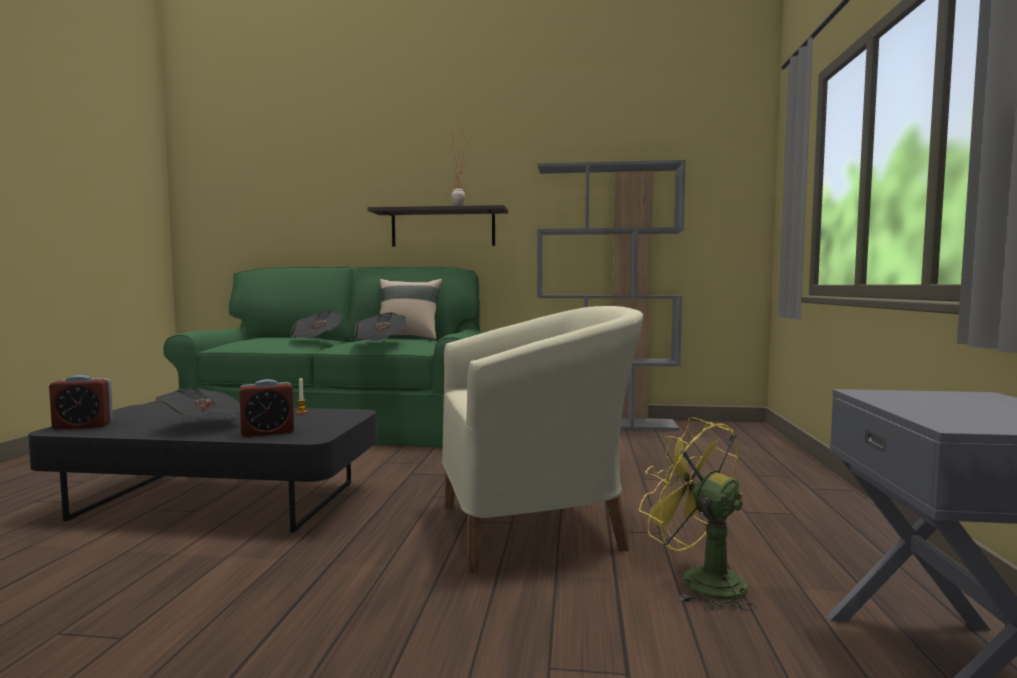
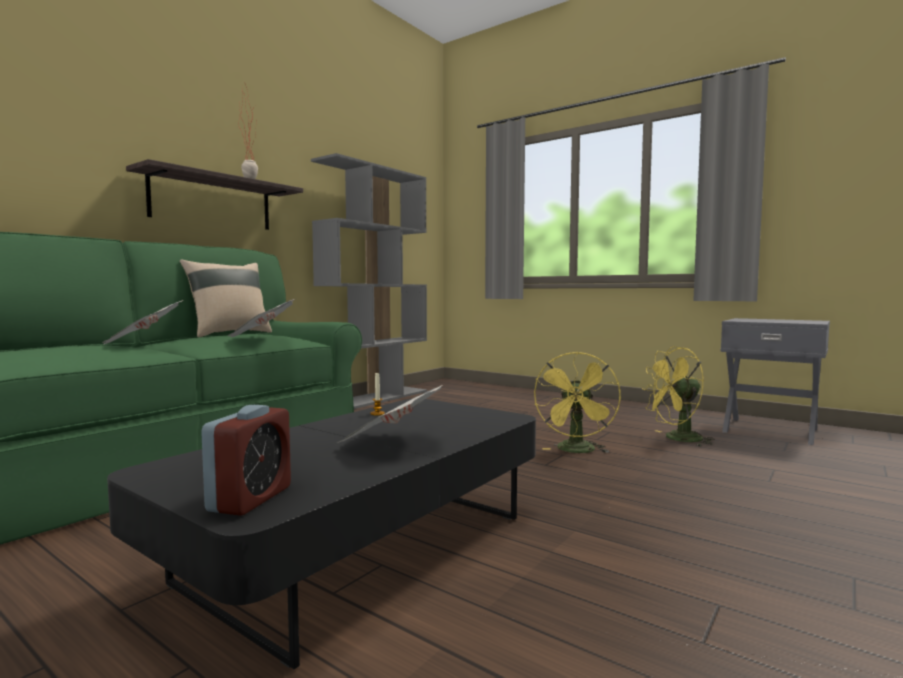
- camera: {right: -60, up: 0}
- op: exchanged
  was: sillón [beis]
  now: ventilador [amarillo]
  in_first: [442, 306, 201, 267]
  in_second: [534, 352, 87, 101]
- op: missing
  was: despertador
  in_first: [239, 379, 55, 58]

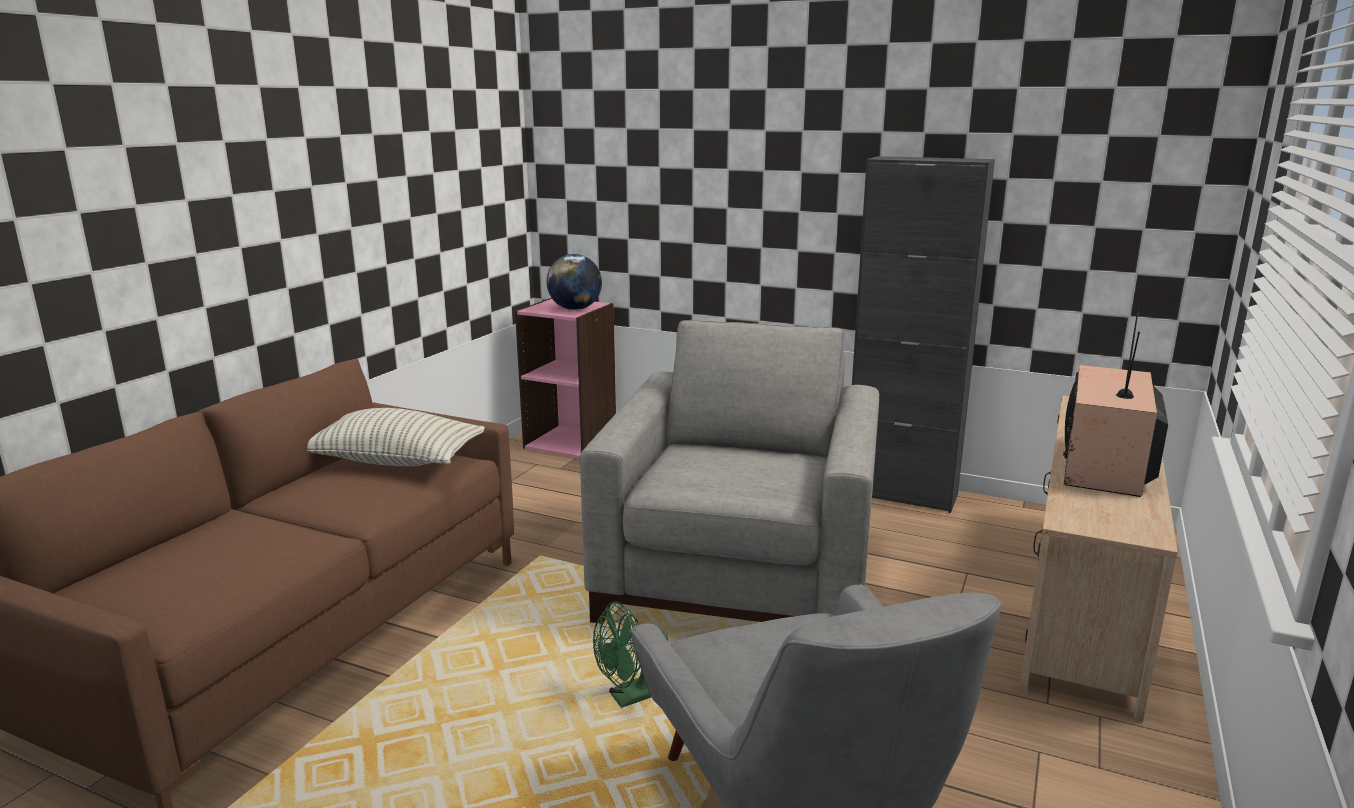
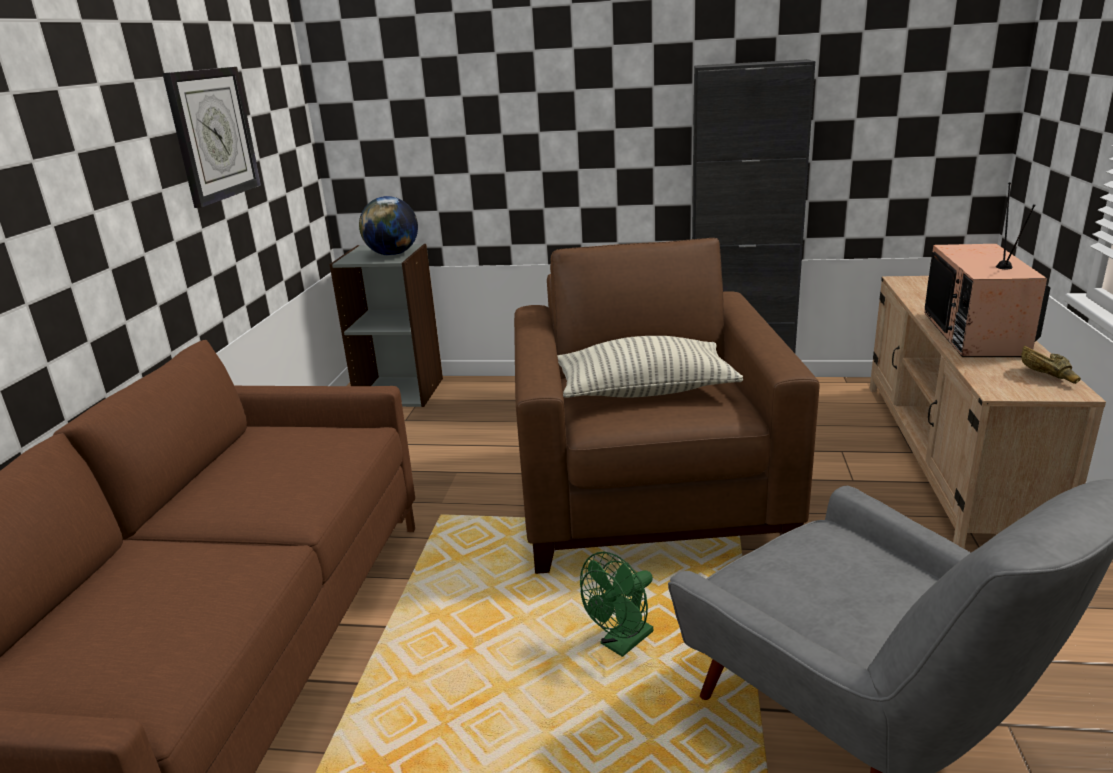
- camera: {right: -15, up: 5}
- op: colour
  was: estantería [rosa]
  now: estantería [gris]
  in_first: [515, 298, 101, 161]
  in_second: [330, 244, 113, 163]
- op: colour
  was: sillón [gris]
  now: sillón [marrón]
  in_first: [580, 320, 299, 304]
  in_second: [514, 238, 306, 336]
- op: relocated
  was: cojín
  in_first: [307, 408, 178, 58]
  in_second: [557, 336, 186, 62]
- op: appeared
  now: reloj de pared
  in_second: [162, 67, 99, 141]
- op: appeared
  now: cuenco [marrón]
  in_second: [1021, 346, 60, 38]

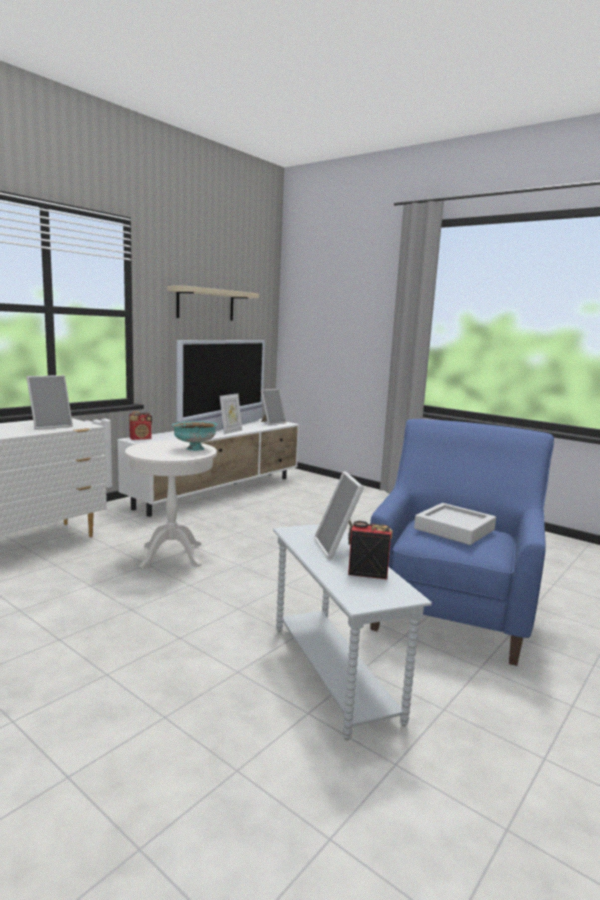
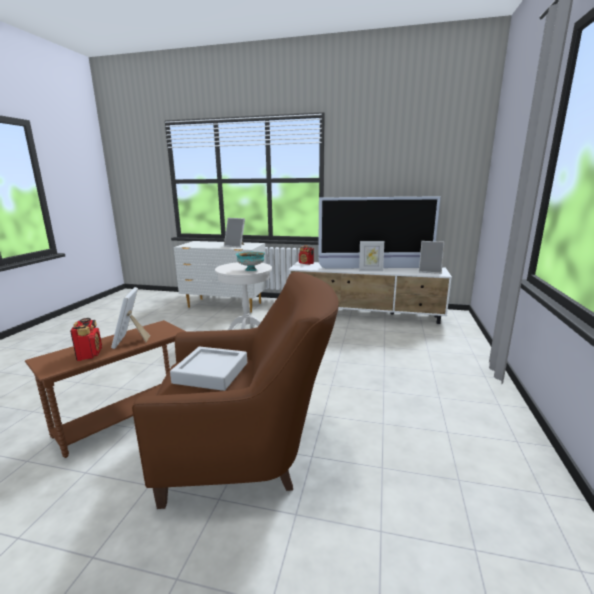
- camera: {right: 65, up: 5}
- op: missing
  was: estante [beis]
  in_first: [168, 286, 91, 35]
- op: colour
  was: sillón [azul]
  now: sillón [marrón]
  in_first: [370, 419, 184, 247]
  in_second: [132, 272, 207, 237]
- op: spun
  was: portarretratos
  in_first: [314, 472, 50, 88]
  in_second: [111, 287, 39, 62]
  clockwise: -60
- op: colour
  was: mesa auxiliar [blanco]
  now: mesa auxiliar [marrón]
  in_first: [273, 524, 159, 217]
  in_second: [25, 320, 162, 138]

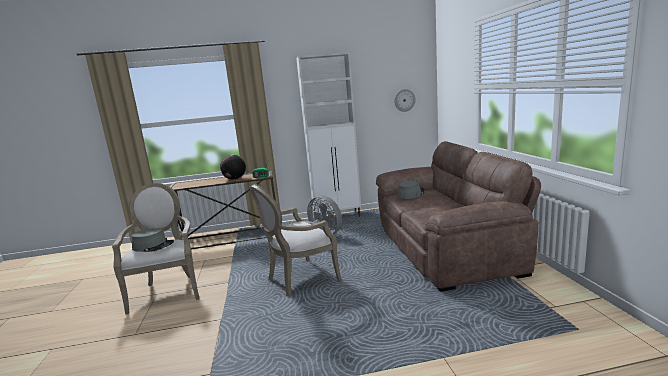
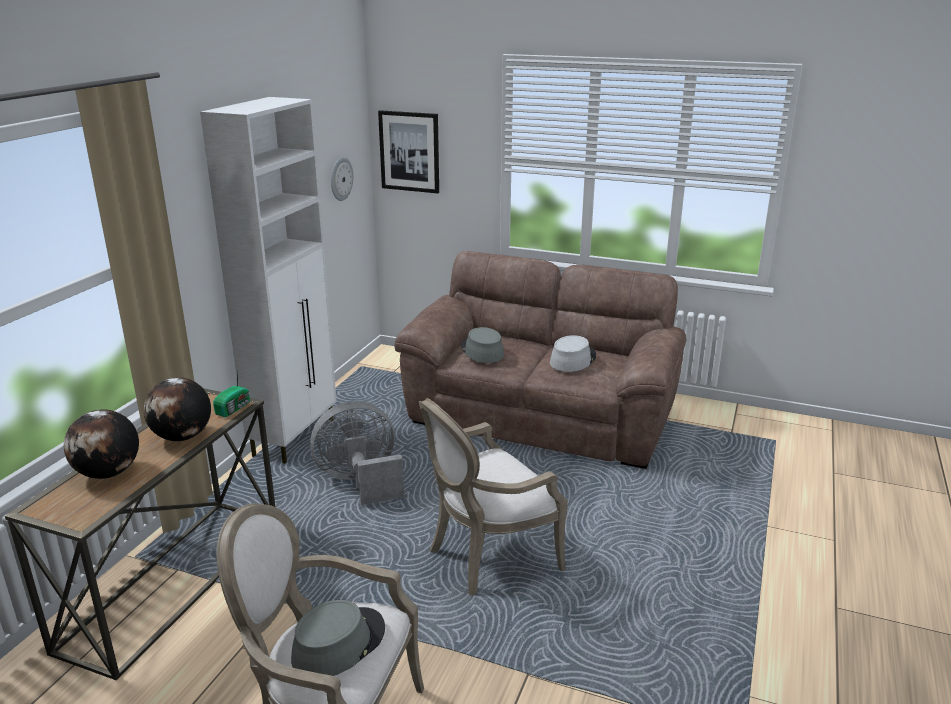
- camera: {right: -60, up: 10}
- op: spun
  was: sillón
  in_first: [249, 184, 93, 113]
  in_second: [419, 398, 149, 198]
  clockwise: 60
- op: appeared
  now: cuadro
  in_second: [378, 110, 61, 83]
- op: appeared
  now: sombrero [gris]
  in_second: [550, 335, 47, 37]
- op: appeared
  now: globo terráqueo
  in_second: [64, 409, 75, 70]

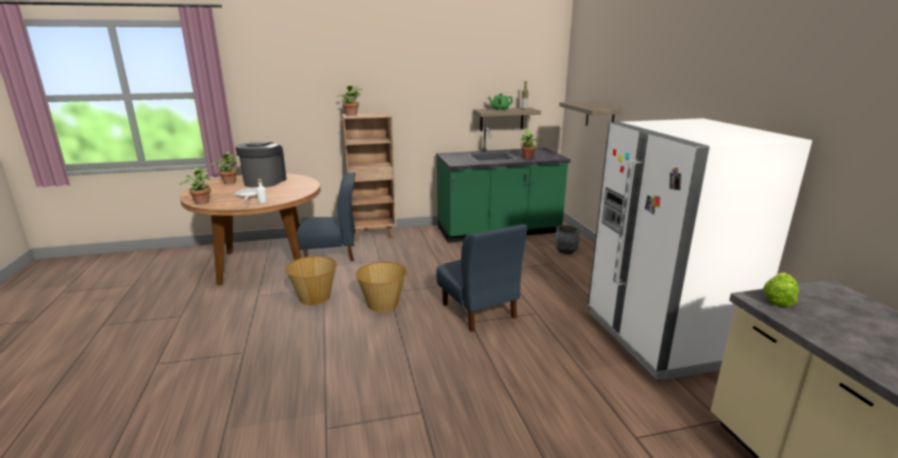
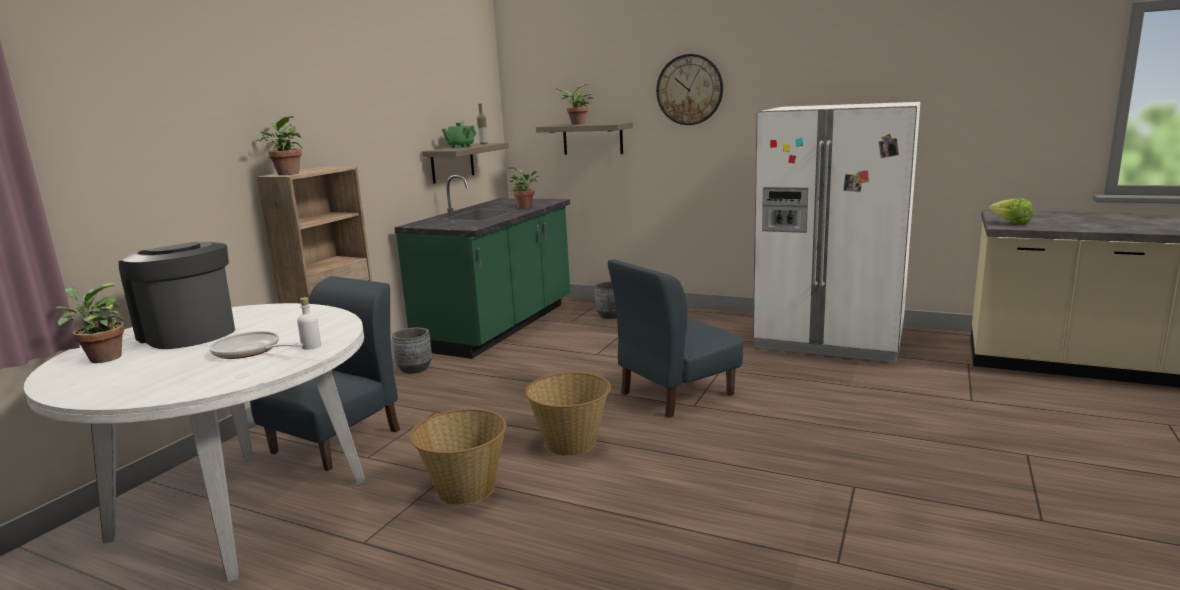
- camera: {right: -50, up: -5}
- op: relocated
  was: planta en maceta
  in_first: [179, 167, 32, 38]
  in_second: [556, 84, 37, 41]
- op: colour
  was: mesa de comedor [marrón]
  now: mesa de comedor [blanco]
  in_first: [180, 173, 140, 113]
  in_second: [24, 303, 342, 279]
- op: spun
  was: silla [azul]
  in_first: [436, 224, 91, 108]
  in_second: [608, 259, 135, 159]
  clockwise: 135
- op: appeared
  now: reloj de pared
  in_second: [656, 54, 67, 71]
- op: appeared
  now: maceta [gris]
  in_second: [392, 327, 40, 47]

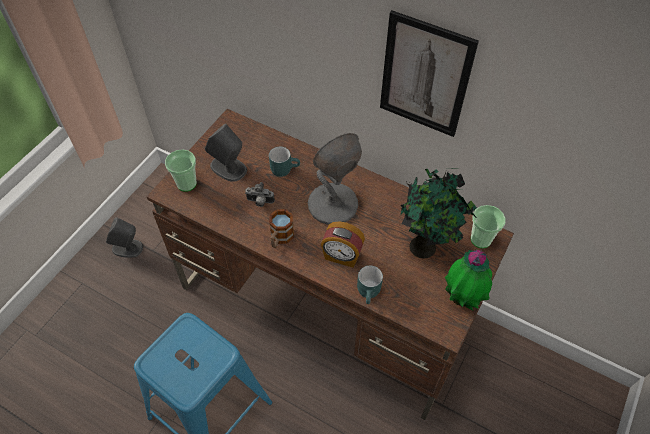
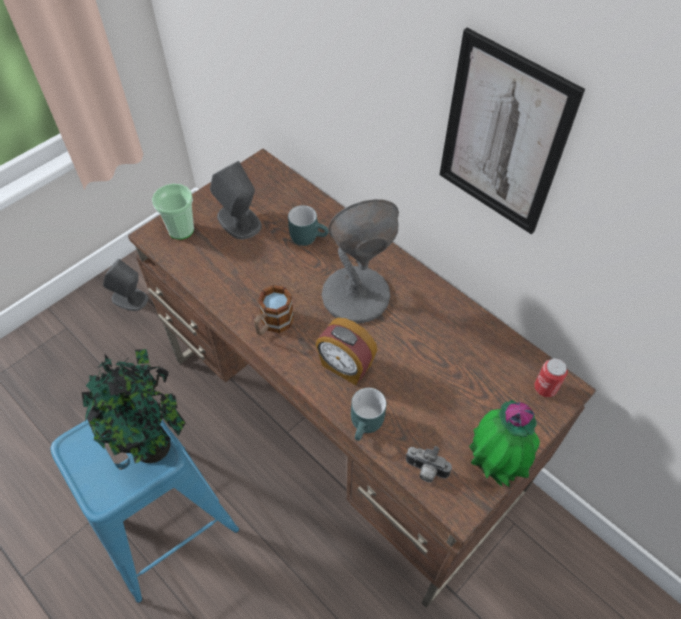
- camera: {right: 15, up: 0}
- op: relocated
  was: planta en maceta
  in_first: [401, 168, 76, 90]
  in_second: [81, 349, 105, 114]
- op: relocated
  was: cámara
  in_first: [245, 182, 30, 25]
  in_second: [406, 446, 46, 37]
- op: exchanged
  was: taza
  now: lata
  in_first: [471, 205, 35, 43]
  in_second: [534, 358, 34, 39]

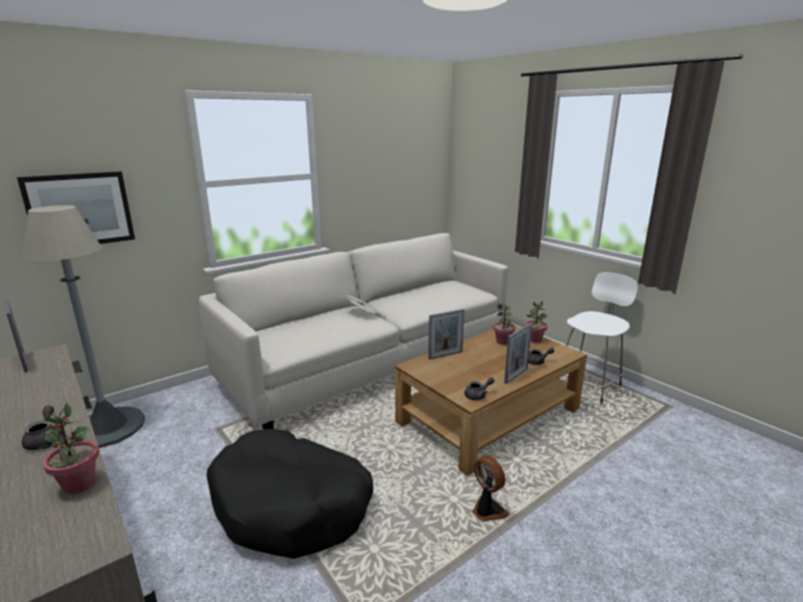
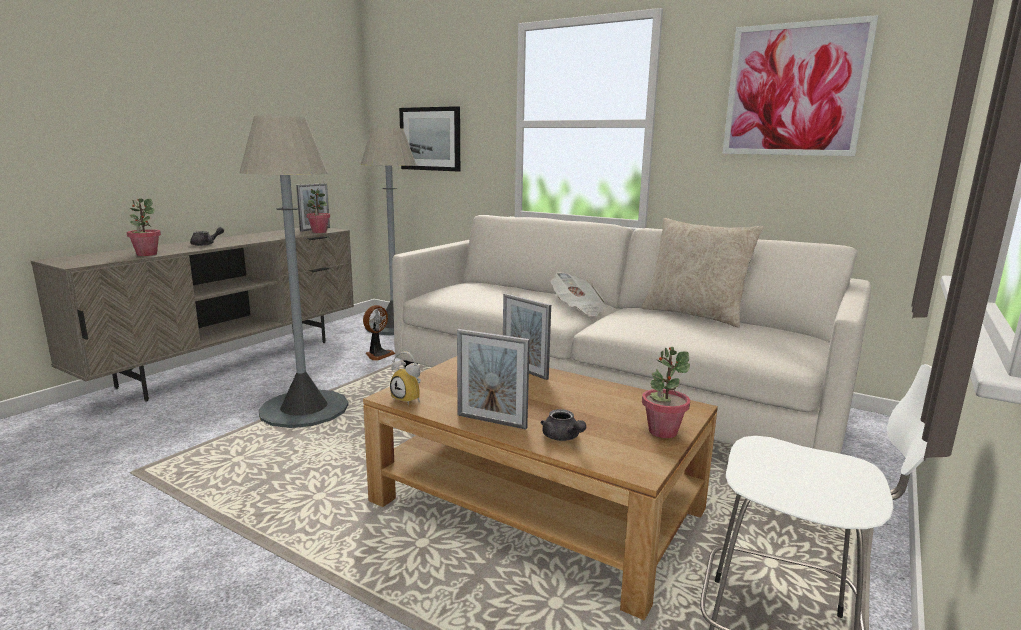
- camera: {right: 70, up: -5}
- op: relocated
  was: planta en maceta
  in_first: [493, 303, 22, 42]
  in_second: [306, 189, 24, 44]
- op: exchanged
  was: tetera [gris]
  now: despertador
  in_first: [464, 377, 31, 23]
  in_second: [390, 352, 31, 53]
- op: exchanged
  was: cama para perro [negro]
  now: lámpara de pie [gris]
  in_first: [207, 429, 166, 130]
  in_second: [239, 116, 110, 312]
- op: relocated
  was: ventilador
  in_first: [472, 456, 37, 66]
  in_second: [363, 305, 32, 56]
- op: appeared
  now: cuadro
  in_second: [723, 15, 155, 141]
- op: appeared
  now: cojín [beis]
  in_second: [641, 218, 122, 110]

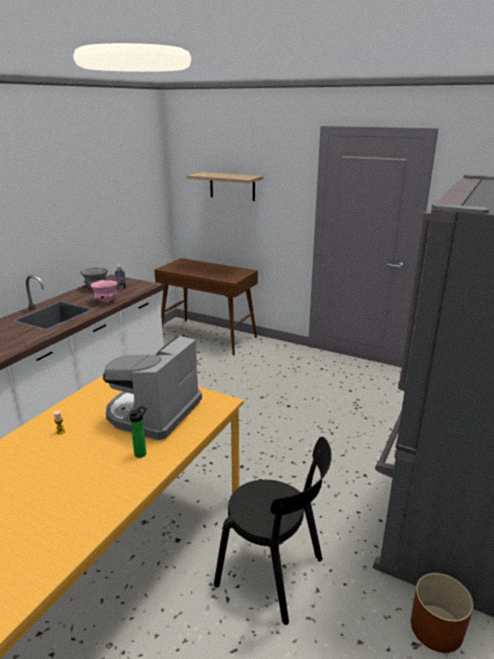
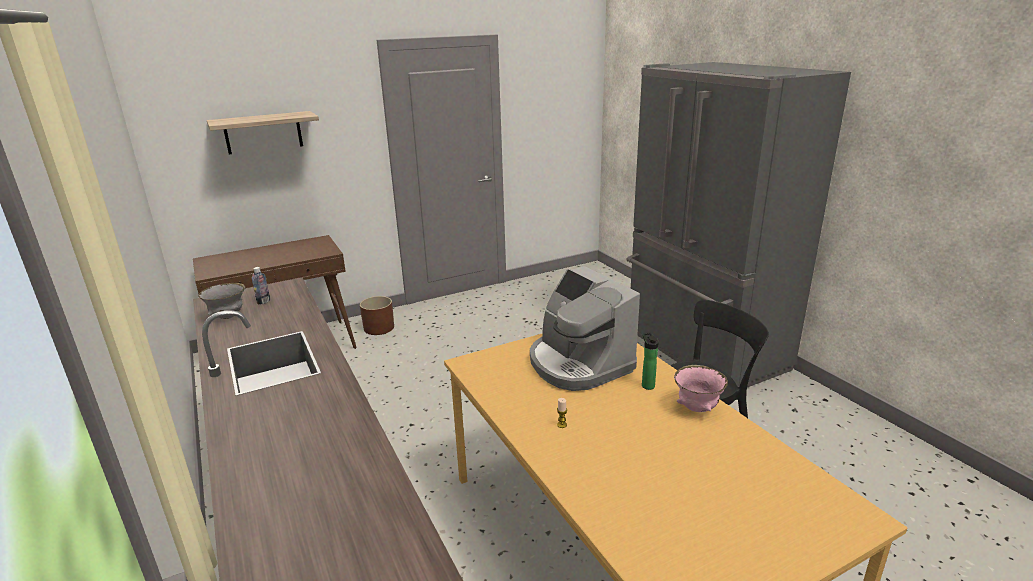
- camera: {right: -55, up: 0}
- op: relocated
  was: cuenco [rosa]
  in_first: [90, 280, 29, 23]
  in_second: [674, 365, 54, 47]
- op: relocated
  was: maceta [marrón]
  in_first: [411, 573, 62, 80]
  in_second: [360, 296, 34, 39]

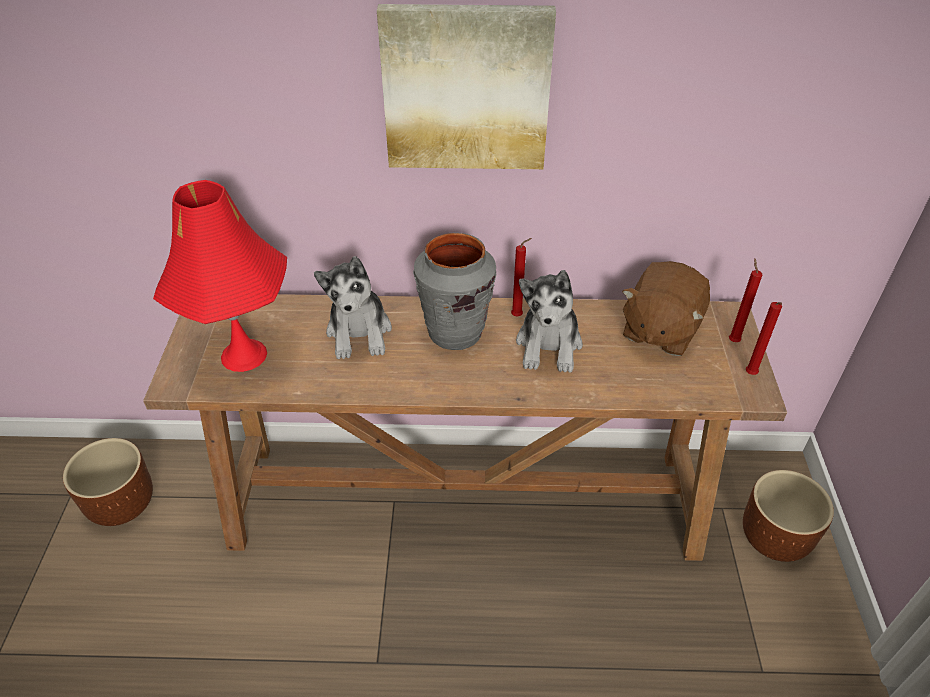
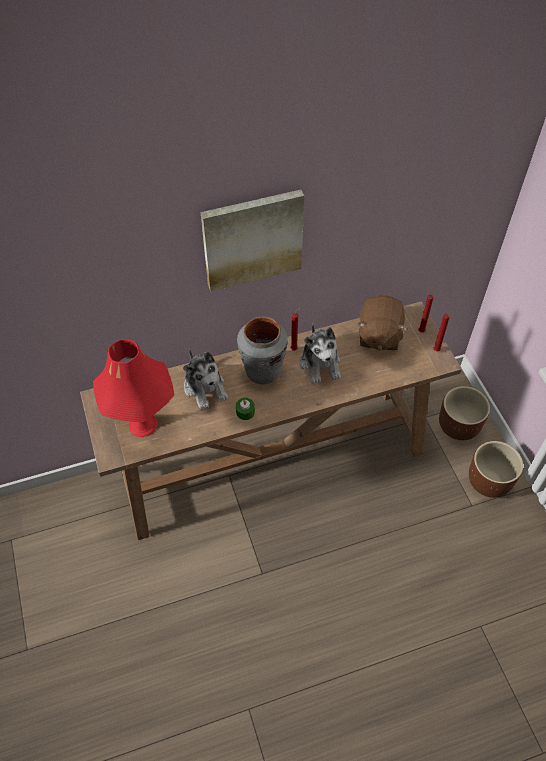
- camera: {right: -20, up: 10}
- op: relocated
  was: maceta [marrón]
  in_first: [63, 438, 90, 88]
  in_second: [469, 441, 54, 57]
- op: appeared
  now: vela [verde]
  in_second: [236, 398, 19, 22]

